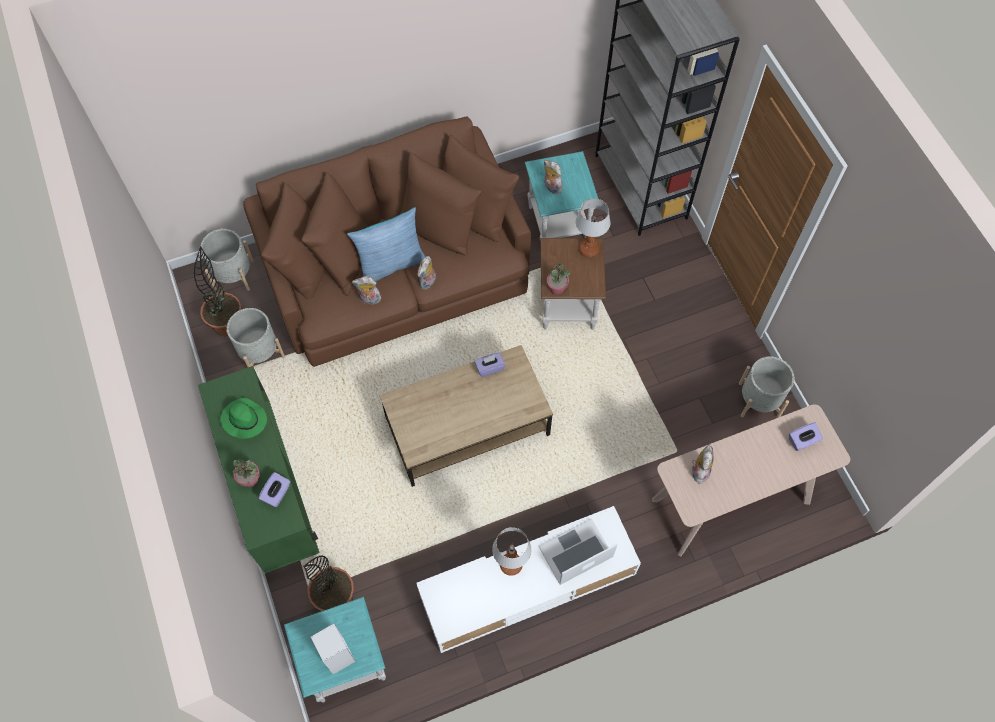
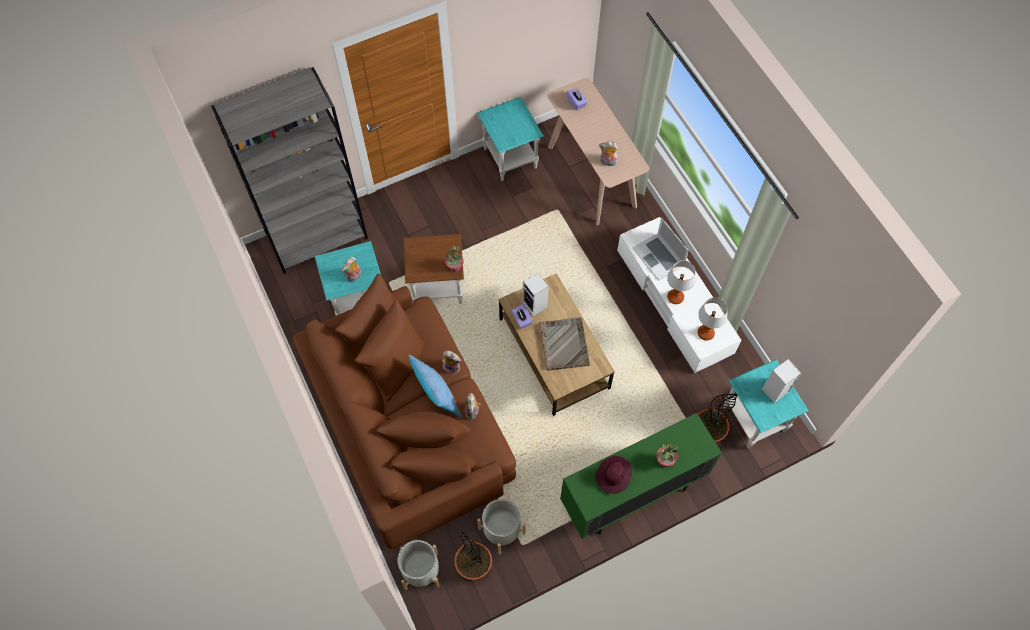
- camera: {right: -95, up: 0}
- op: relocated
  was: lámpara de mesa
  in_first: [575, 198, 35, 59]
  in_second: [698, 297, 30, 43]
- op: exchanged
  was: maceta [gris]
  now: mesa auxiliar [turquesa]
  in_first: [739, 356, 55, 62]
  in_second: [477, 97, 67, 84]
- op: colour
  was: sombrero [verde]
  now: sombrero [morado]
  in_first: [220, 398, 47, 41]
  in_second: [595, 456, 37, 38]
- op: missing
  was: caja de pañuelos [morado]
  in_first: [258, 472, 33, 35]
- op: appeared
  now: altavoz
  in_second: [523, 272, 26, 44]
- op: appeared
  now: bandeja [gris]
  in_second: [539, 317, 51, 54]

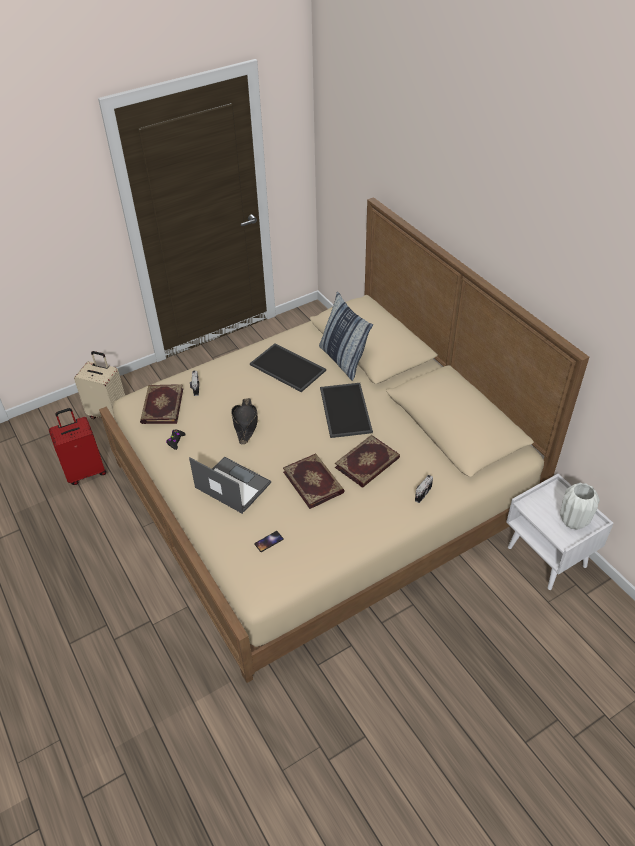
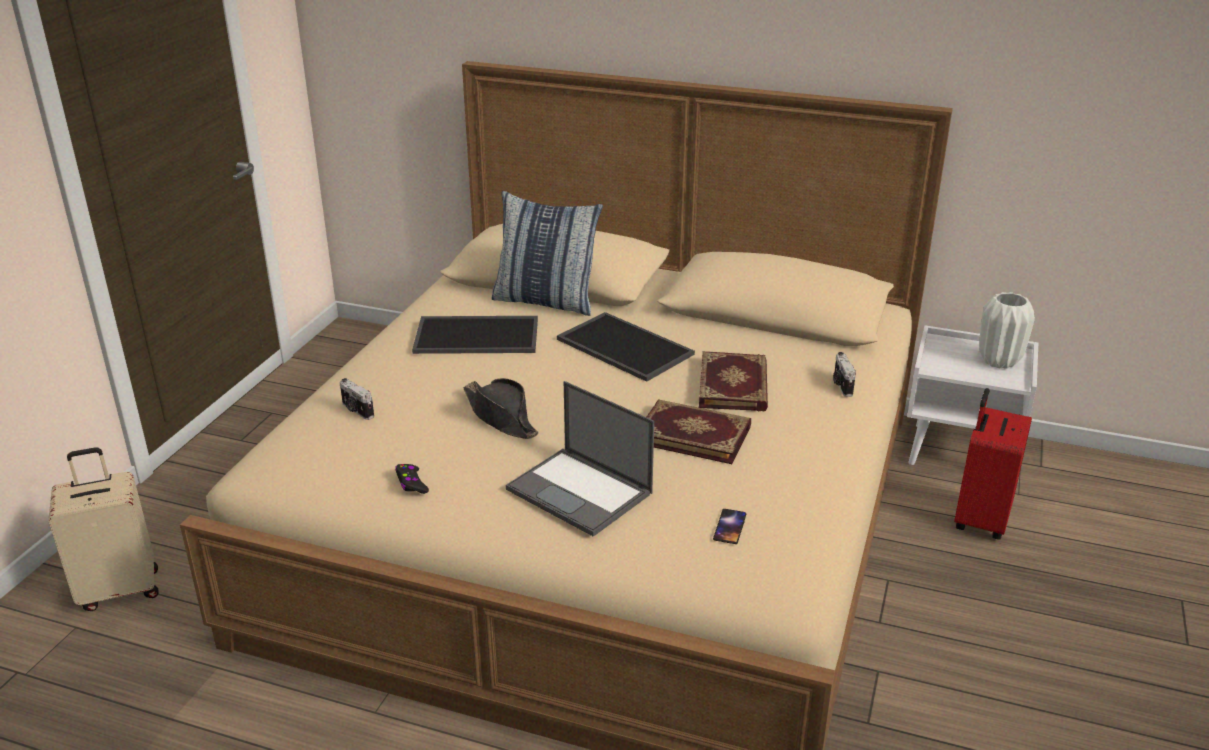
- camera: {right: -40, up: -15}
- op: missing
  was: libro
  in_first: [140, 384, 43, 40]
- op: relocated
  was: maleta [rojo]
  in_first: [49, 408, 57, 77]
  in_second: [954, 388, 78, 152]
- op: spun
  was: portátil
  in_first: [189, 457, 82, 57]
  in_second: [506, 381, 148, 156]
  clockwise: -135

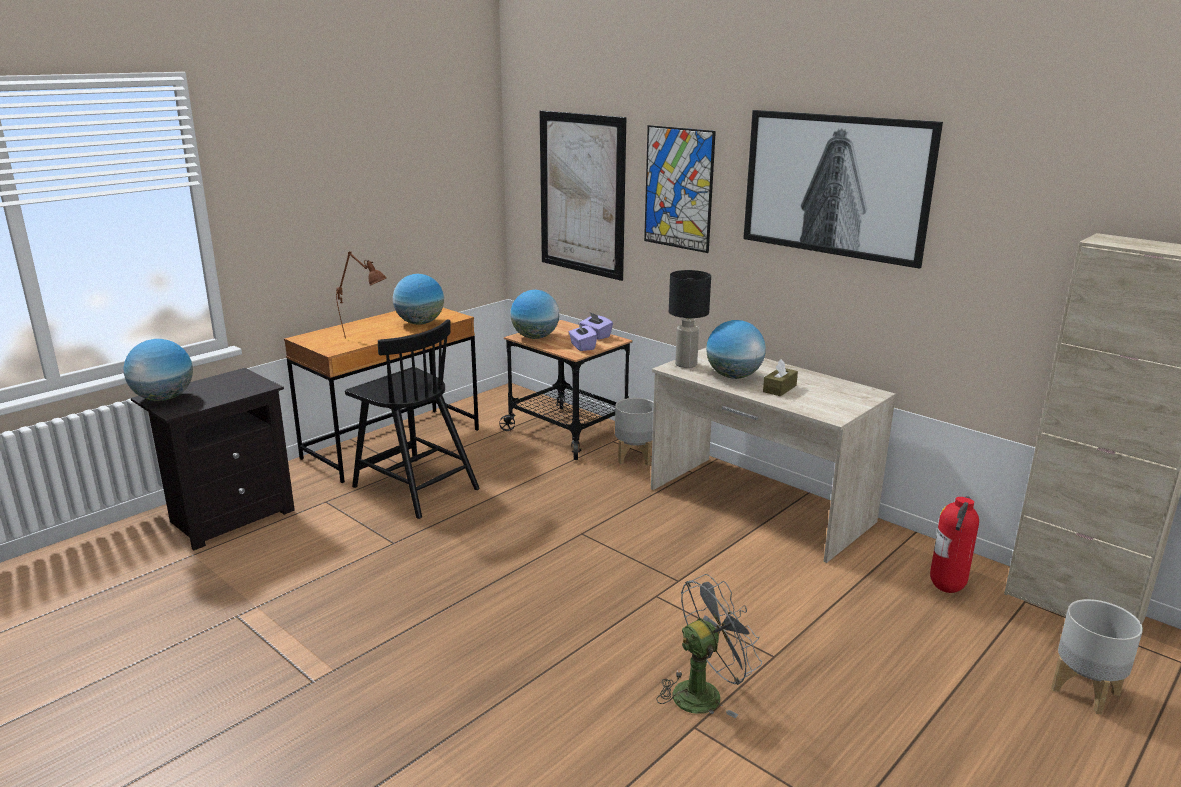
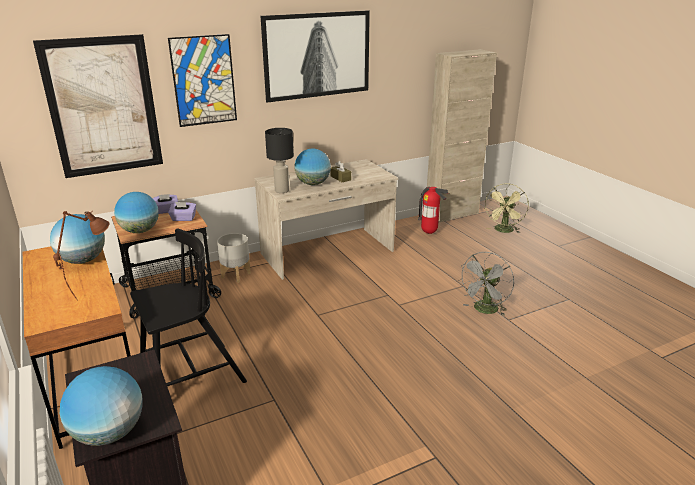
- camera: {right: -70, up: 5}
- op: spun
  was: ventilador [gris]
  in_first: [656, 574, 106, 144]
  in_second: [458, 252, 56, 64]
  clockwise: -135
- op: exchanged
  was: maceta [gris]
  now: ventilador [verde]
  in_first: [1051, 599, 92, 115]
  in_second: [484, 184, 45, 49]

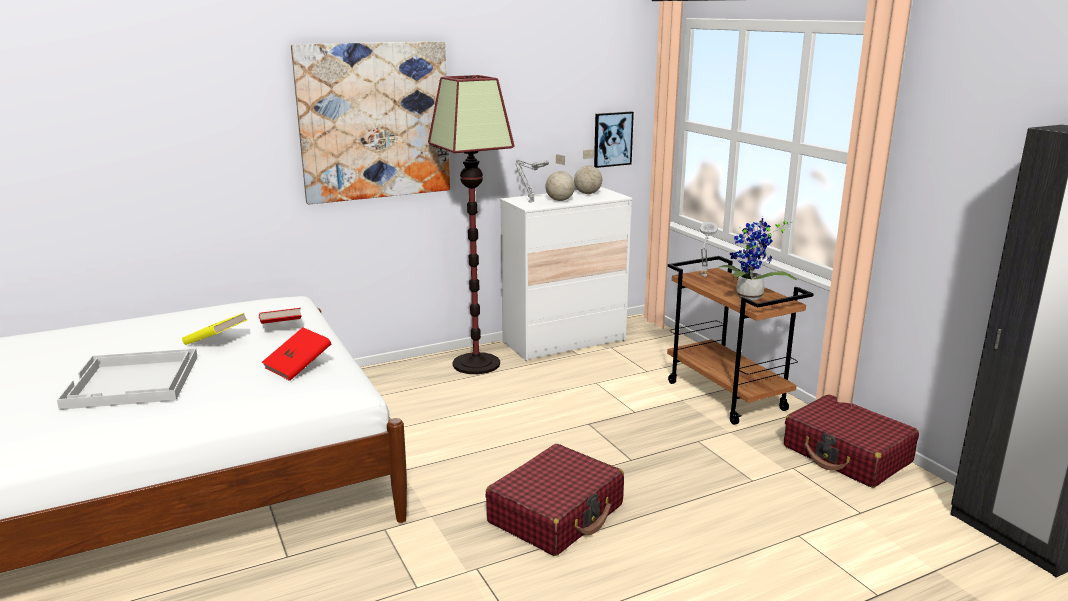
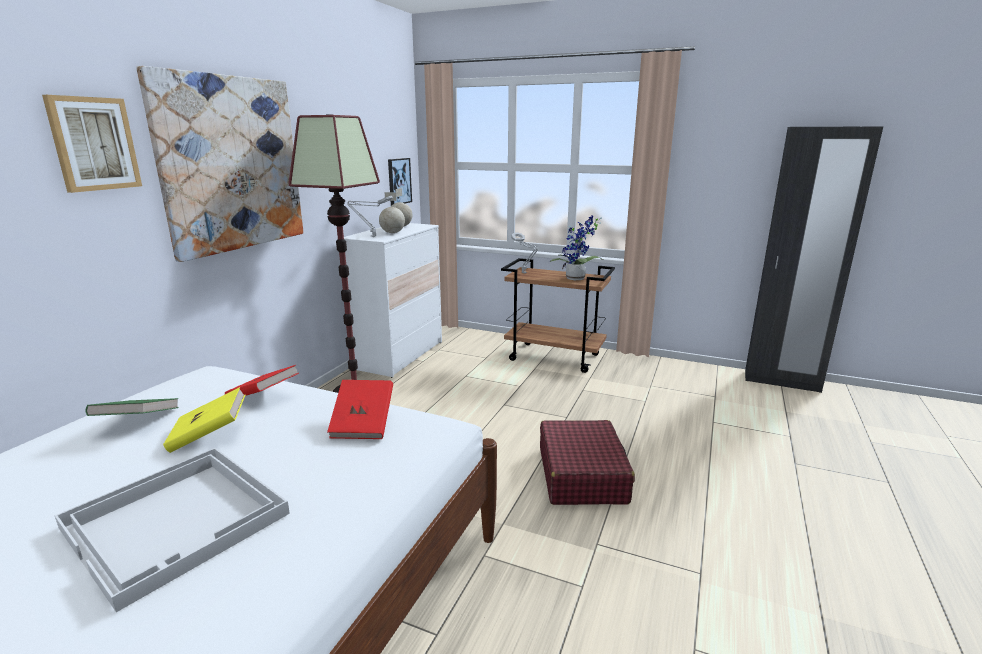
- camera: {right: -40, up: 0}
- op: missing
  was: maleta [rojo]
  in_first: [784, 395, 135, 93]
- op: appeared
  now: cuadro
  in_second: [42, 95, 100, 98]
- op: appeared
  now: libro [verde]
  in_second: [85, 398, 94, 18]

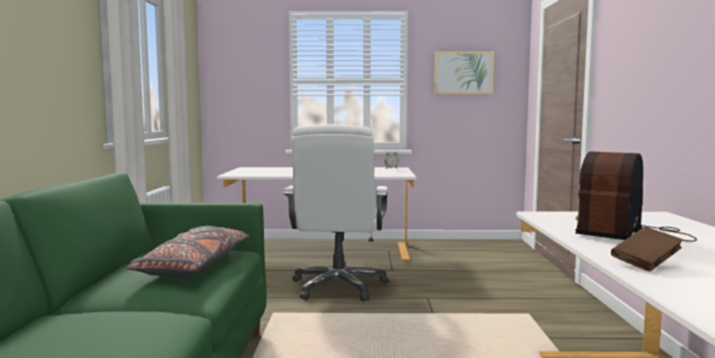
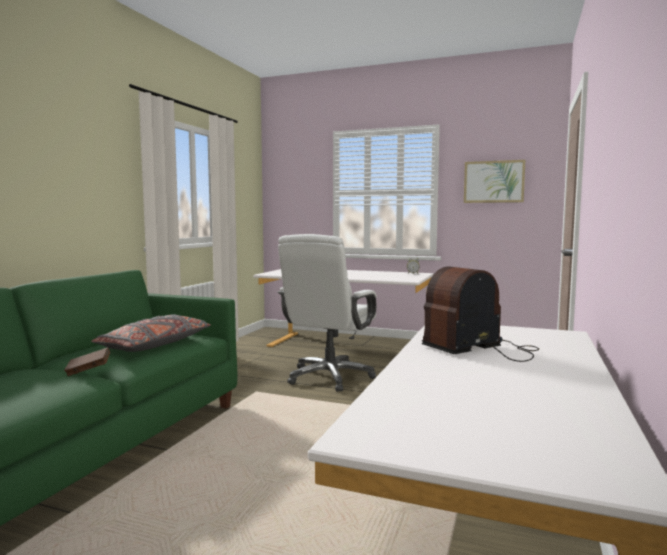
- camera: {right: 20, up: 0}
- op: relocated
  was: libro [marrón]
  in_first: [611, 227, 72, 44]
  in_second: [64, 347, 46, 29]

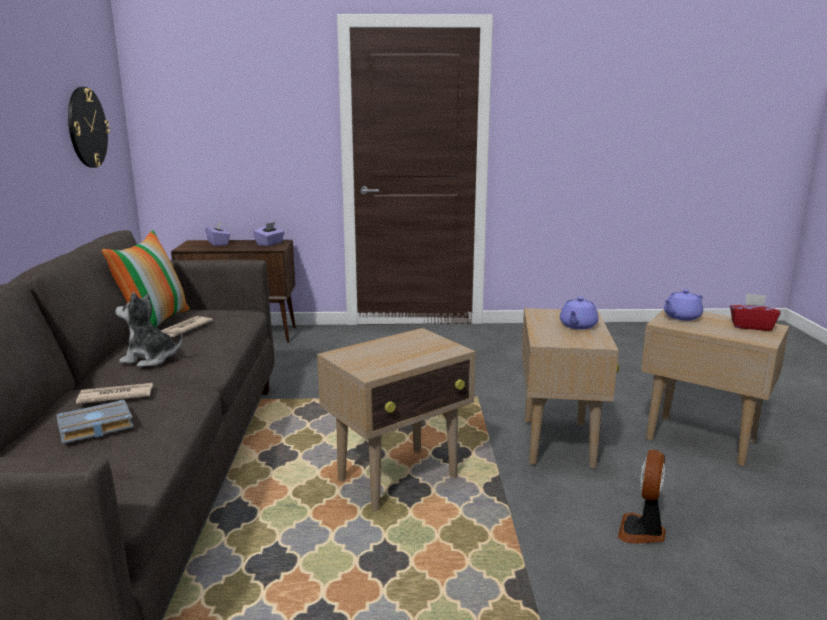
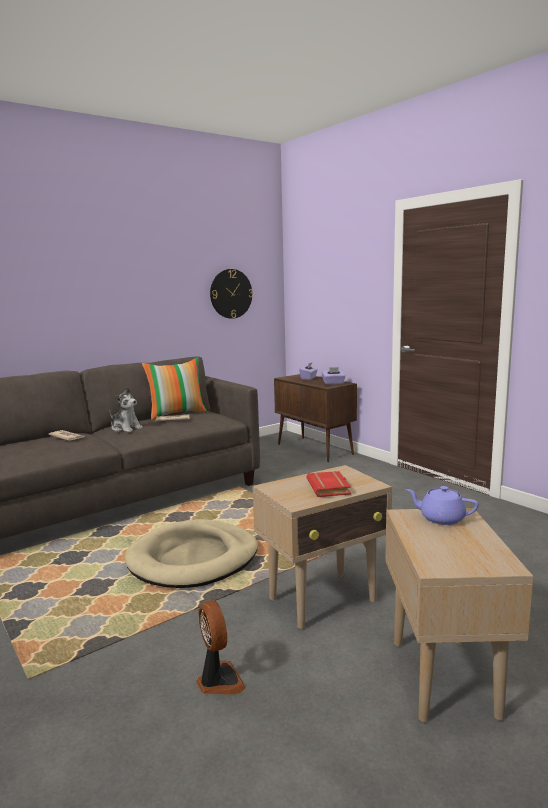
- camera: {right: 55, up: -5}
- op: spun
  was: peluche
  in_first: [116, 292, 67, 75]
  in_second: [110, 388, 33, 44]
  clockwise: 150
- op: missing
  was: caja de pañuelos [rojo]
  in_first: [730, 294, 50, 37]
- op: exchanged
  was: tetera [morado]
  now: libro [rojo]
  in_first: [560, 297, 39, 32]
  in_second: [306, 471, 45, 26]
- op: exchanged
  was: mesa auxiliar [beis]
  now: cama para perro [beis]
  in_first: [317, 328, 159, 183]
  in_second: [125, 519, 133, 69]
- op: missing
  was: libro [gris]
  in_first: [56, 400, 78, 44]
- op: spun
  was: ventilador
  in_first: [618, 449, 48, 95]
  in_second: [196, 601, 50, 94]
  clockwise: 75

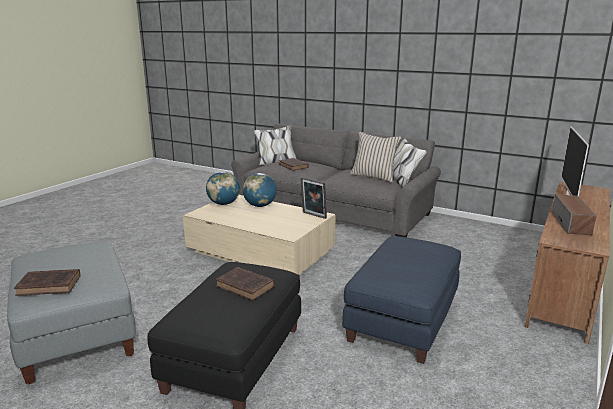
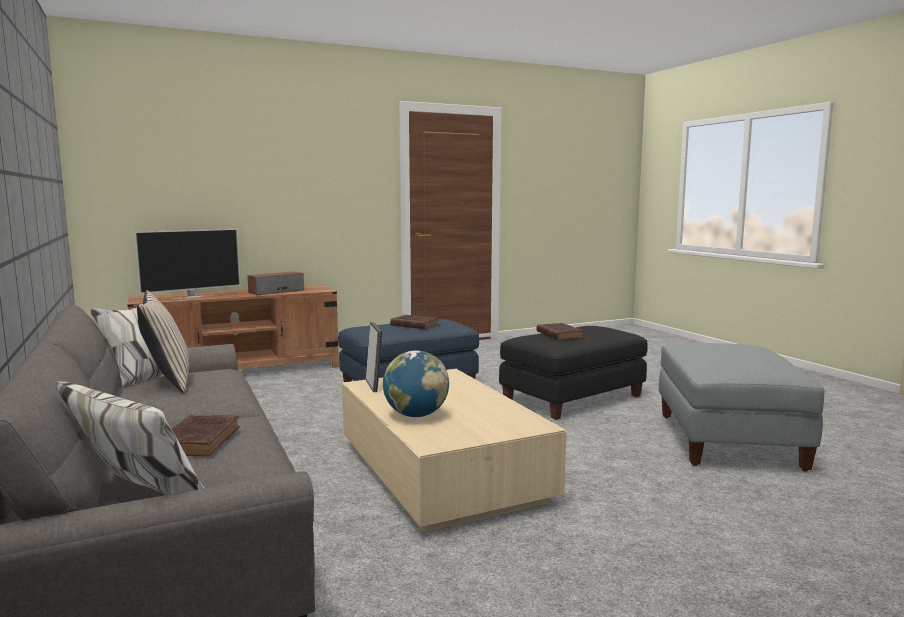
- camera: {right: -145, up: -10}
- op: missing
  was: globo terráqueo
  in_first: [206, 171, 34, 34]
- op: relocated
  was: libro [marrón]
  in_first: [14, 269, 67, 27]
  in_second: [390, 315, 49, 14]

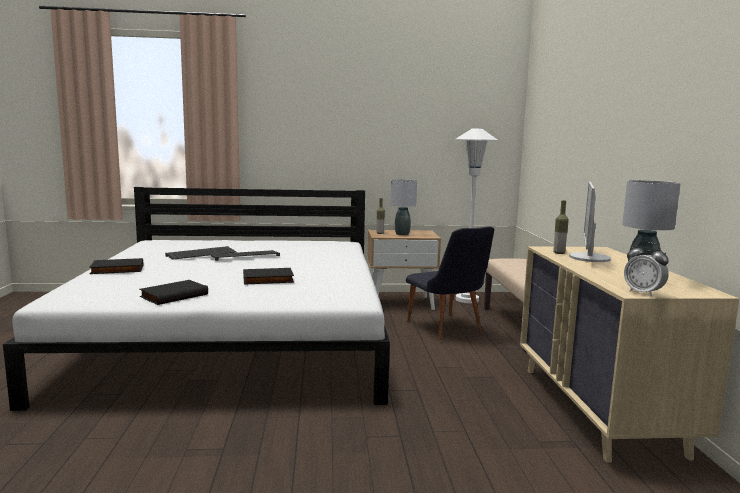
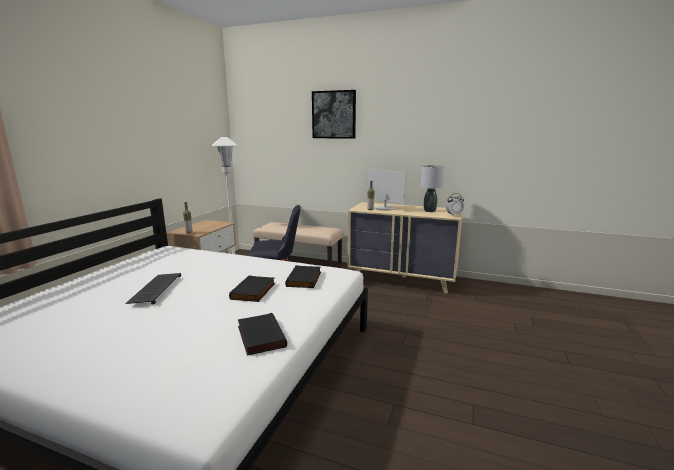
- camera: {right: -65, up: 5}
- op: missing
  was: lámpara de mesa [gris]
  in_first: [390, 179, 27, 56]
- op: missing
  was: teclado
  in_first: [165, 246, 71, 14]
- op: relocated
  was: libro [negro]
  in_first: [89, 258, 54, 16]
  in_second: [285, 265, 36, 23]
- op: appeared
  now: cuadro
  in_second: [312, 90, 44, 49]

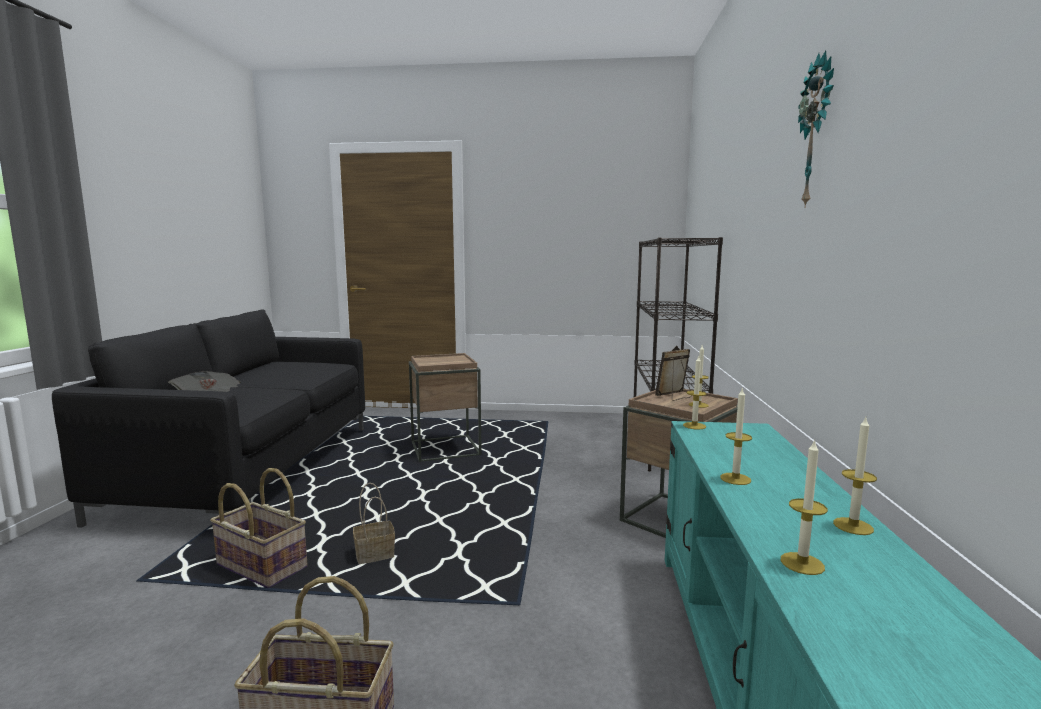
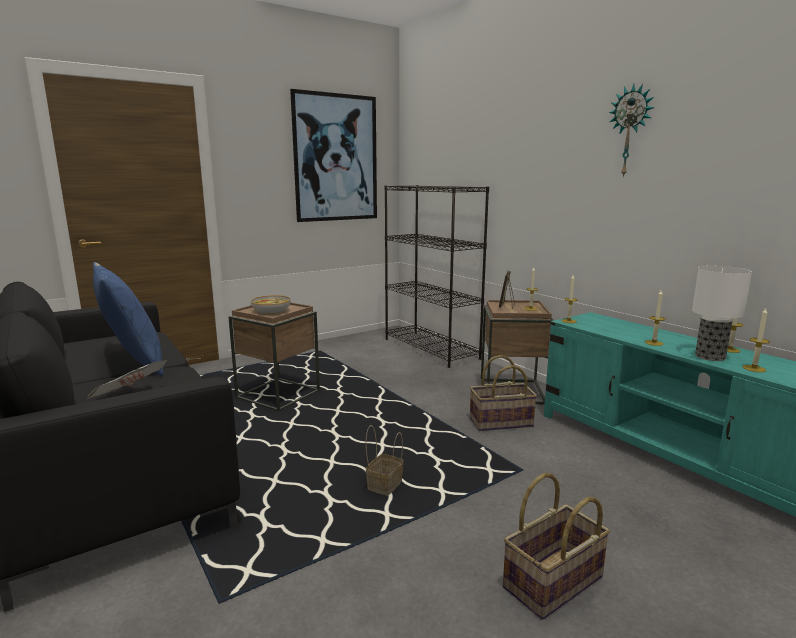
- camera: {right: -40, up: 5}
- op: relocated
  was: cesta
  in_first: [210, 468, 98, 120]
  in_second: [470, 355, 67, 76]
- op: appeared
  now: cuadro
  in_second: [290, 89, 87, 133]
- op: appeared
  now: cojín [azul]
  in_second: [93, 262, 71, 114]
- op: appeared
  now: lámpara de mesa
  in_second: [692, 266, 60, 95]
- op: appeared
  now: cuenco
  in_second: [251, 295, 40, 20]

